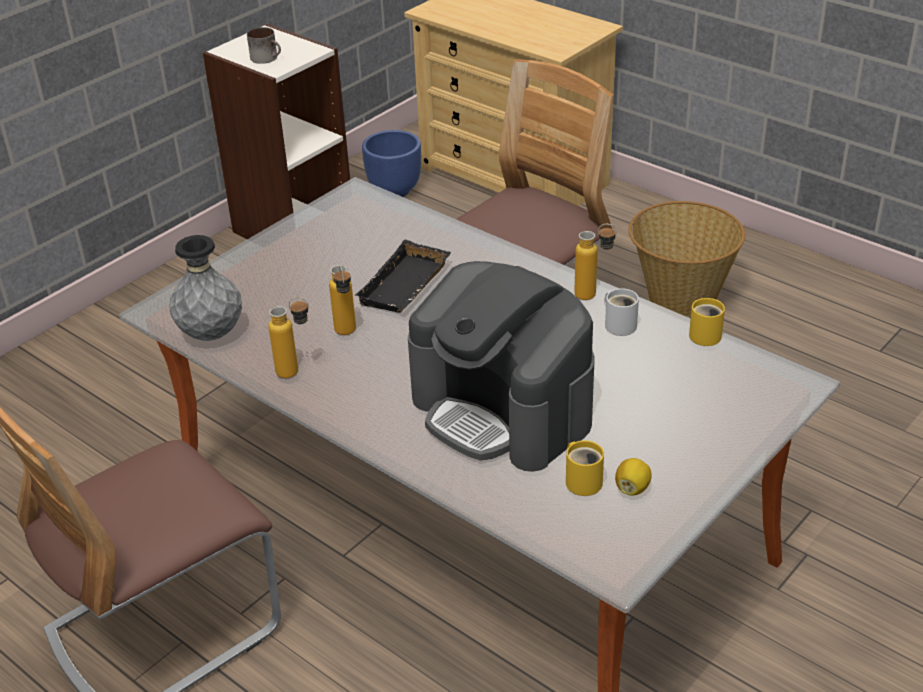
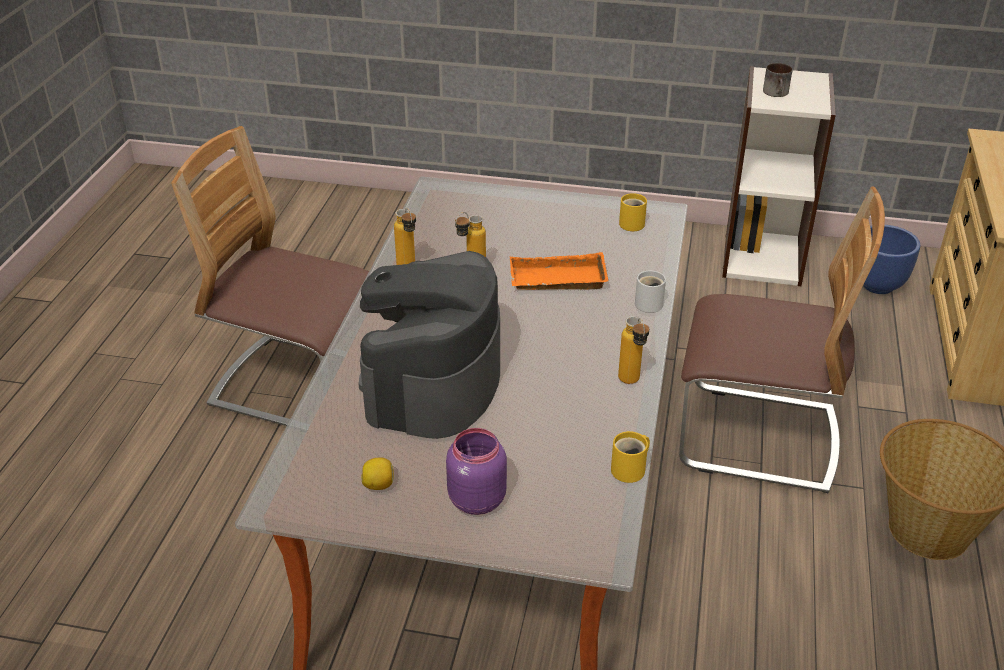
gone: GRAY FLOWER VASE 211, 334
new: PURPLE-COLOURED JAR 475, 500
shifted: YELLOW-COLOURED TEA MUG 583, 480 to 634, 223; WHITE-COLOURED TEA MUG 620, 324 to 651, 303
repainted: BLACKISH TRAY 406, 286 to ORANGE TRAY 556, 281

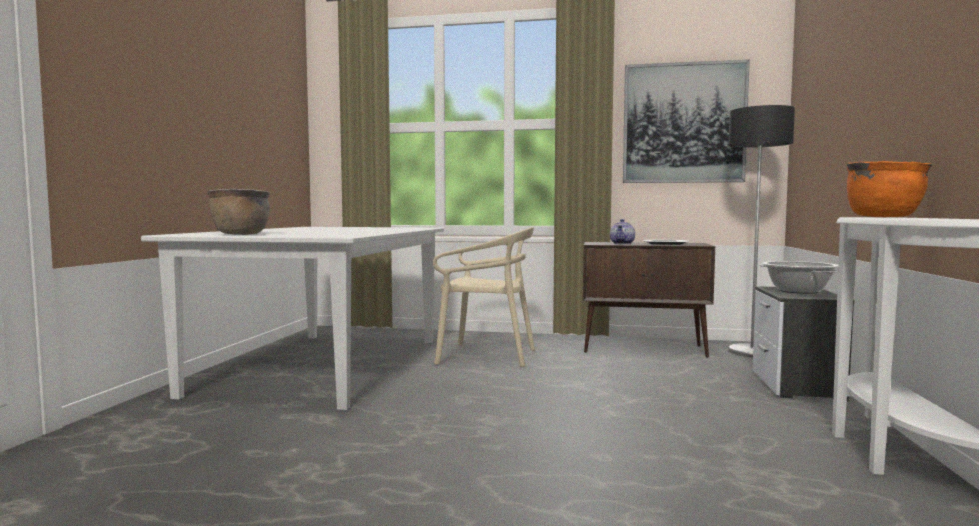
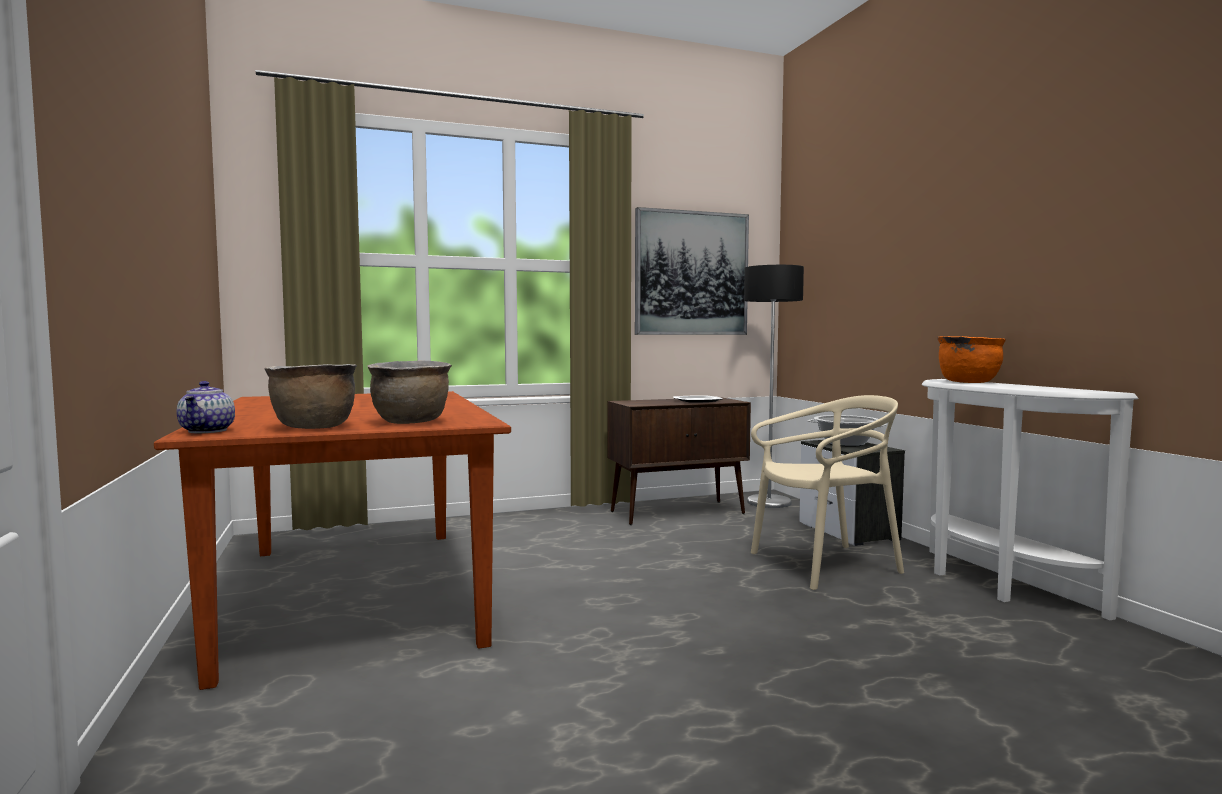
new: BROWN-COLOURED STOCKPOT 411, 422
shifted: TEAPOT 622, 244 to 208, 431; BEIGE-COLOURED CHAIR 486, 356 to 825, 565
repainted: WHITE-COLOURED DINNER TABLE 325, 366 to BROWN-COLOURED DINNER TABLE 357, 592

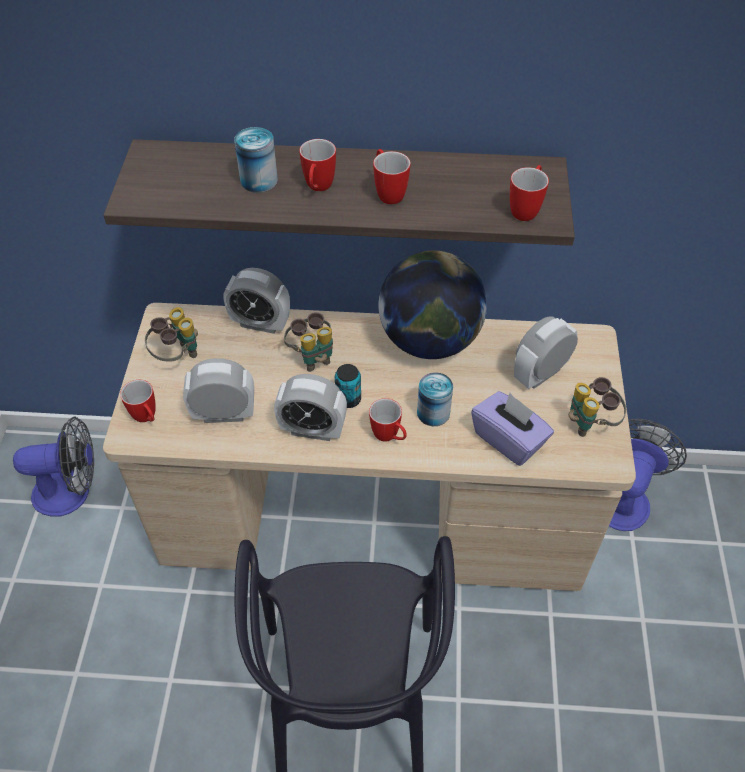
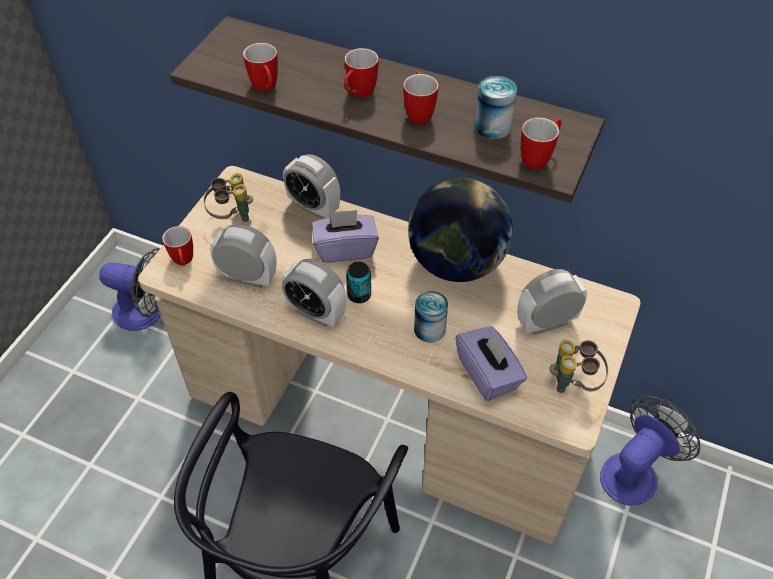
shifted: TEA MUG 389, 437 to 266, 89; SEALED CAN 259, 180 to 492, 127
swapped: BINOCULARS 312, 357 to PURPLE-COLOURED TISSUE BOX 345, 249

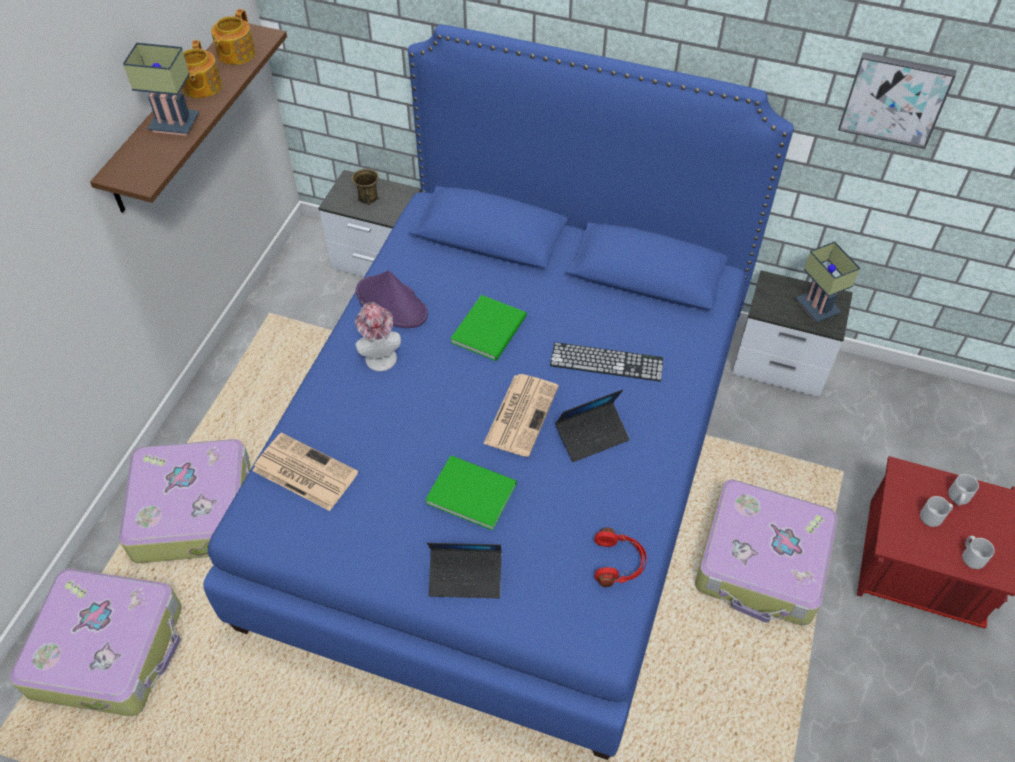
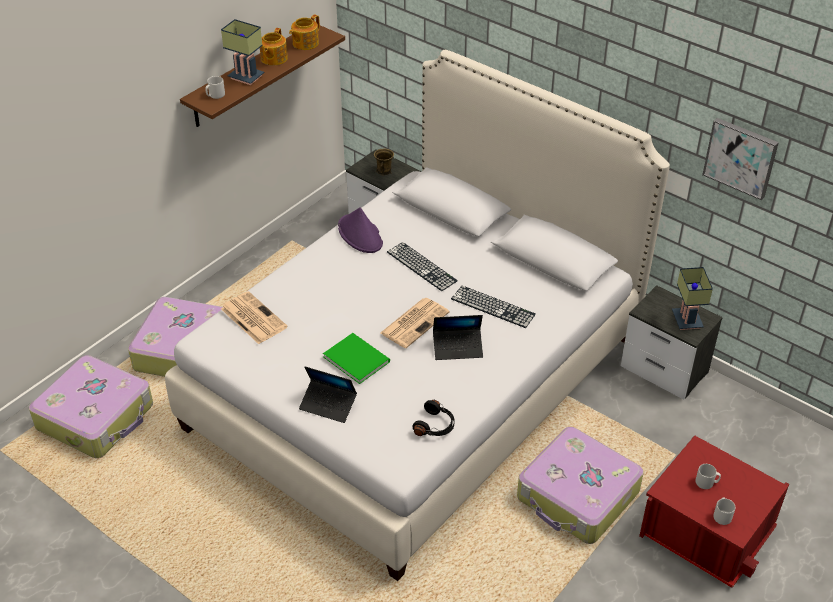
gone: WEARABLE HAT 379, 355
shifted: GRAY TEA MUG 958, 498 to 215, 95
swapped: GREEN-COLOURED VOLUME 491, 328 to PC KEYBOARD 421, 266
repainted: BLUE BEDROOM BED 506, 465 to WHITE-COLOURED BEDROOM BED 416, 381; RED-COLOURED PAIR OF HEADPHONES 619, 563 to BLACKISH PAIR OF HEADPHONES 435, 426

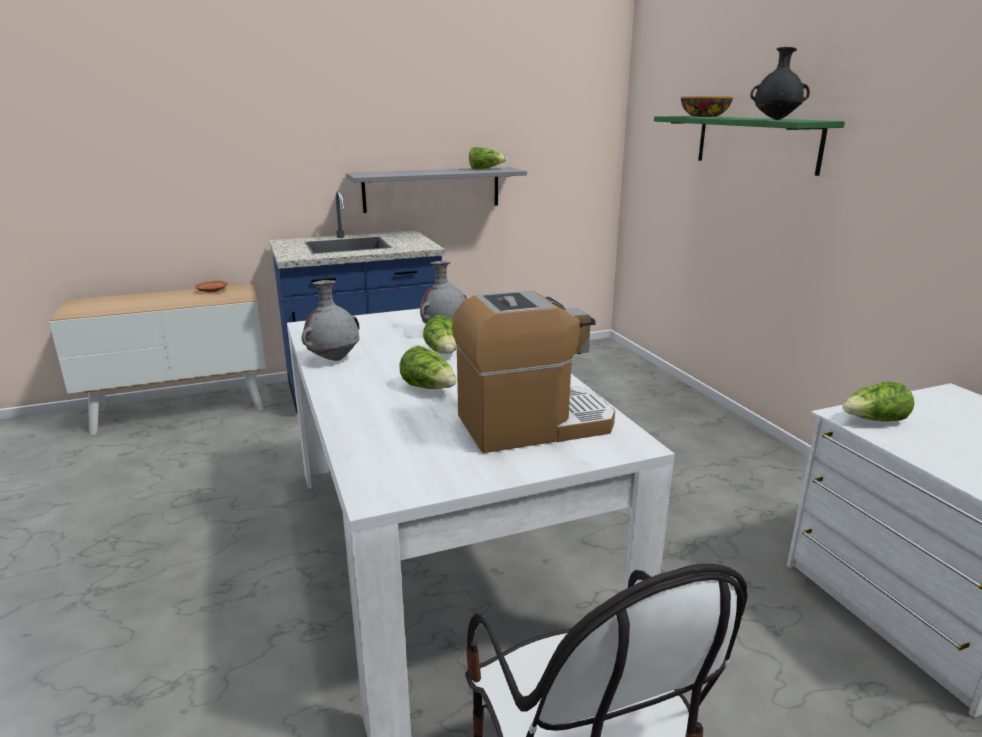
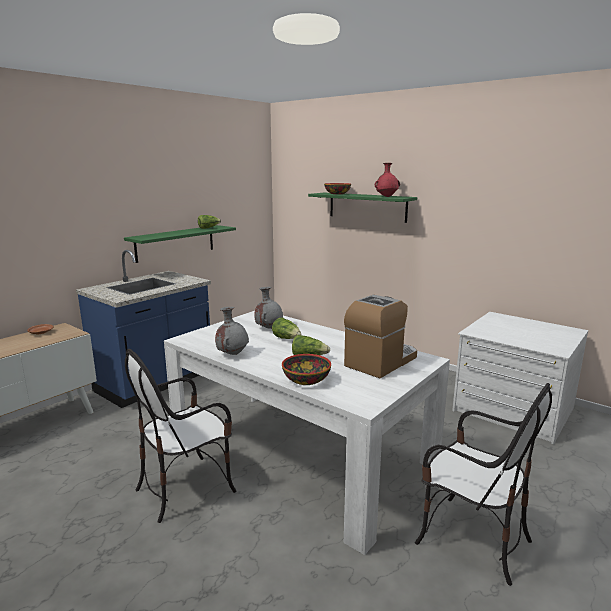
gone: LETTUCE HEAD 874, 421
new: CHAIR 186, 488; DEEP DISH 307, 380
repainted: GRAY BRACKET SHELF 432, 189 to GREEN-COLOURED BRACKET SHELF 175, 243; BLACKISH FLOWER VASE 776, 119 to RED-COLOURED FLOWER VASE 387, 197

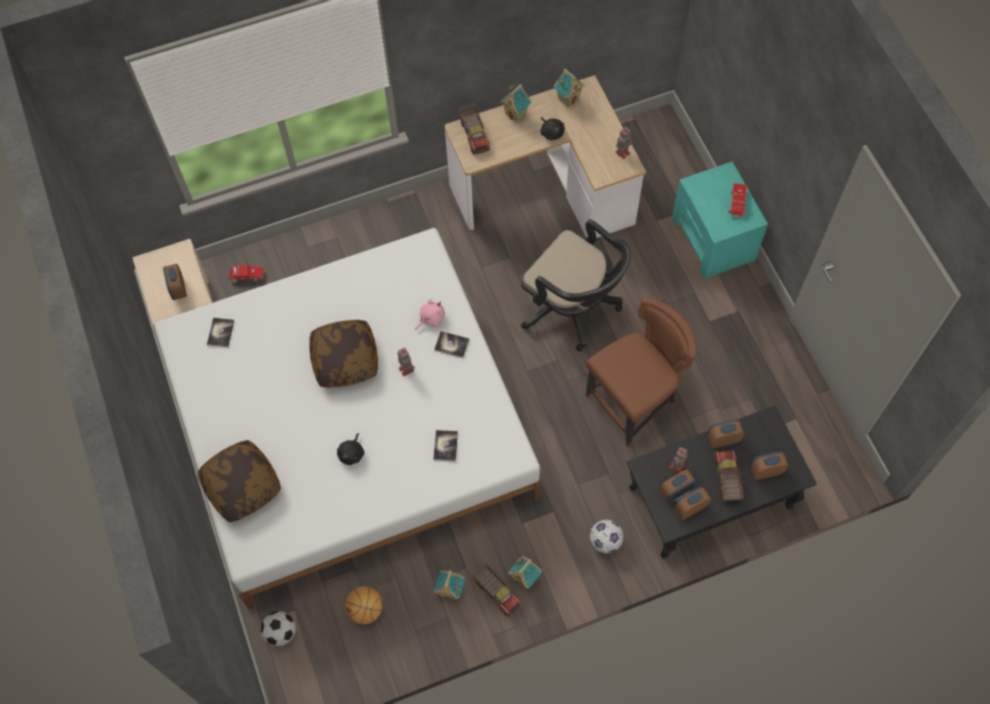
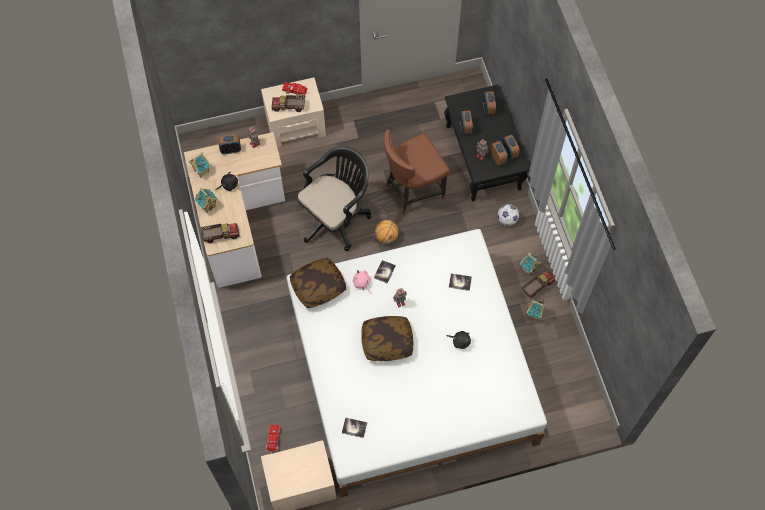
gone: FOOTBALL 281, 632
shifted: ALARM CLOCK 178, 289 to 231, 150; MODEL TRUCK 726, 479 to 289, 107; THROW PILLOW 241, 485 to 318, 286; BASKETBALL 365, 610 to 386, 237
repainted: TURQUOISE NIGHT TABLE 713, 239 to BEIGE-COLOURED NIGHT TABLE 296, 125
rotated: BROWN-COLOURED CHAIR 634, 403 = 412, 190 90 degrees counterclockwise

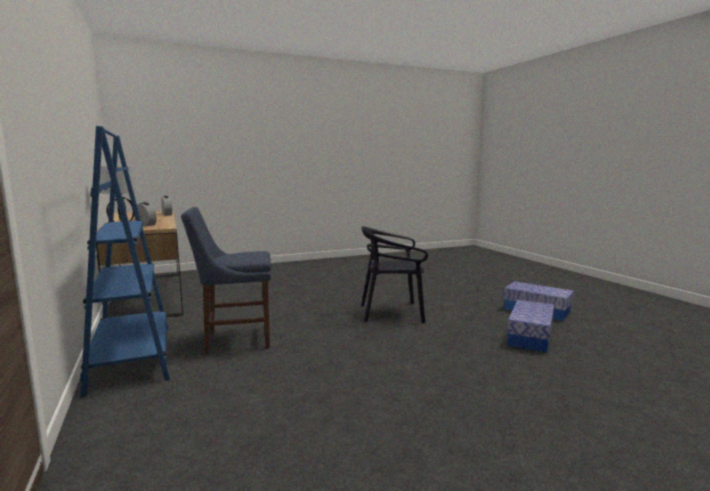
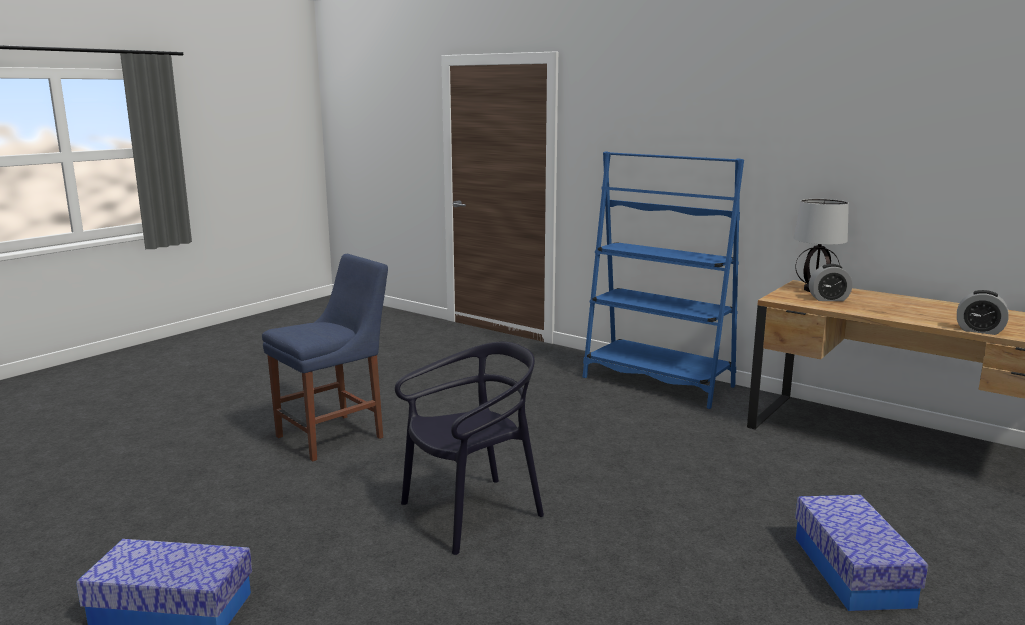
shifted: BLUE CHAIR 234, 340 to 335, 435; STORAGE BIN 530, 336 to 851, 571

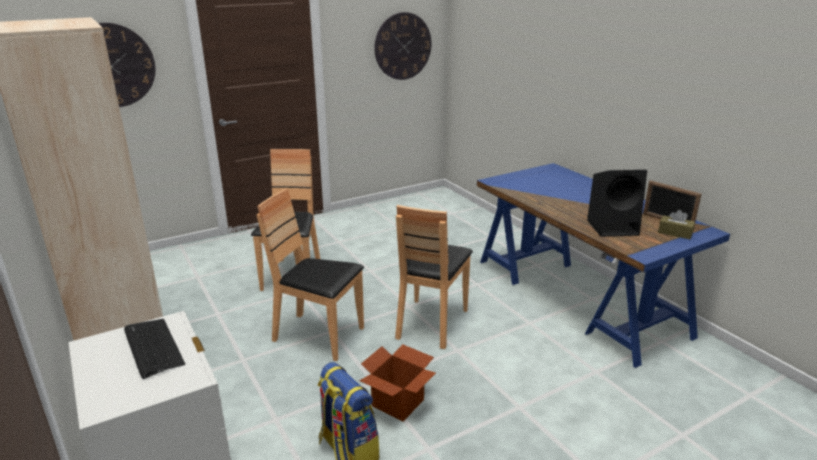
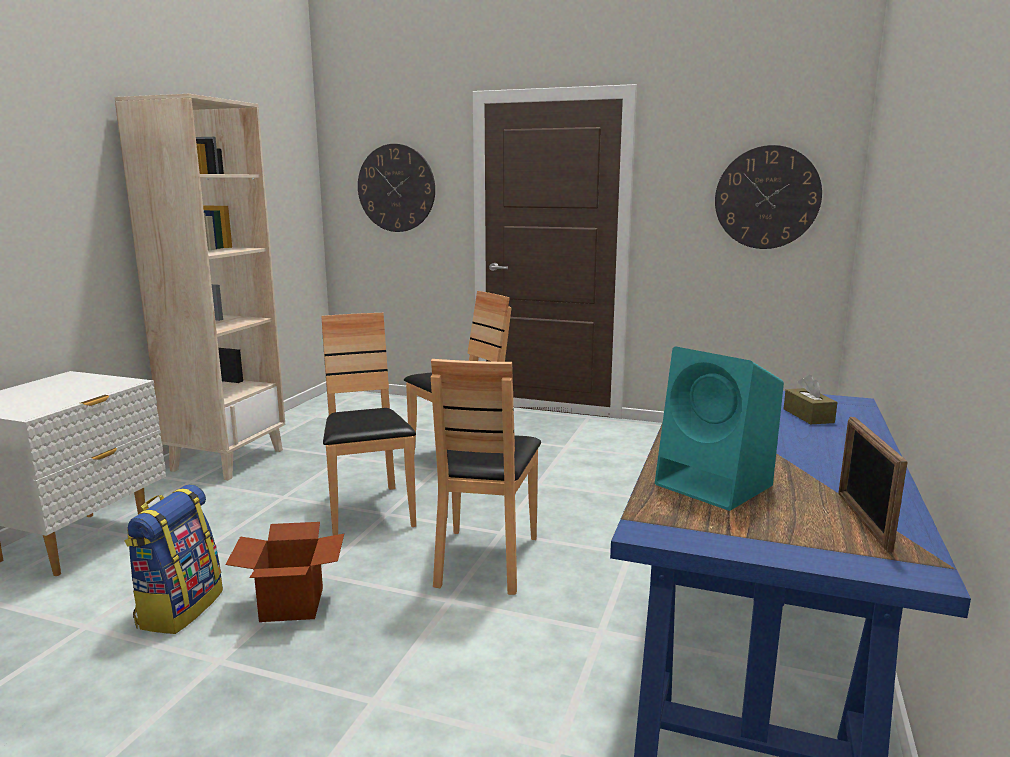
gone: PC KEYBOARD 152, 347
shifted: BROWN-COLOURED TISSUE BOX 675, 233 to 808, 416
repainted: BLACKISH AUDIO SPEAKER 613, 227 to TURQUOISE AUDIO SPEAKER 716, 486
rotated: BROWN-COLOURED CHAIR 431, 323 = 485, 560 60 degrees counterclockwise

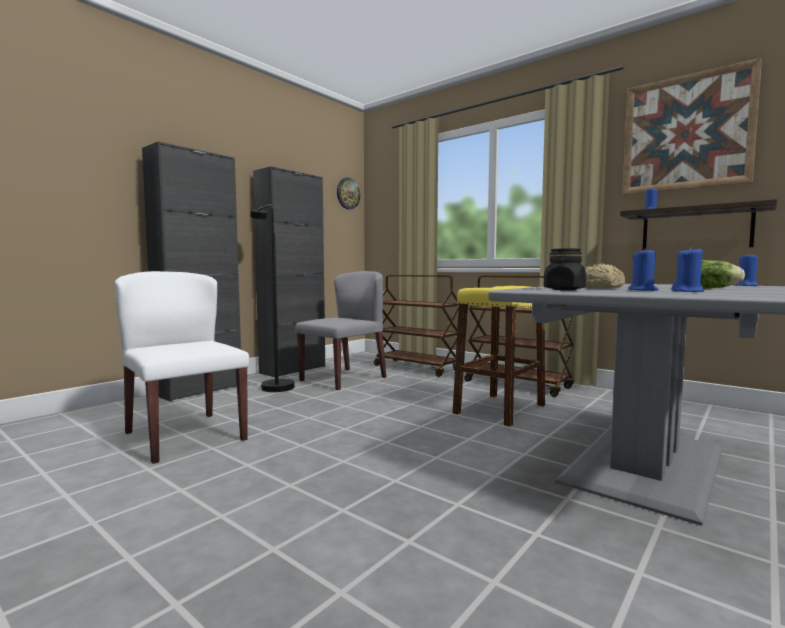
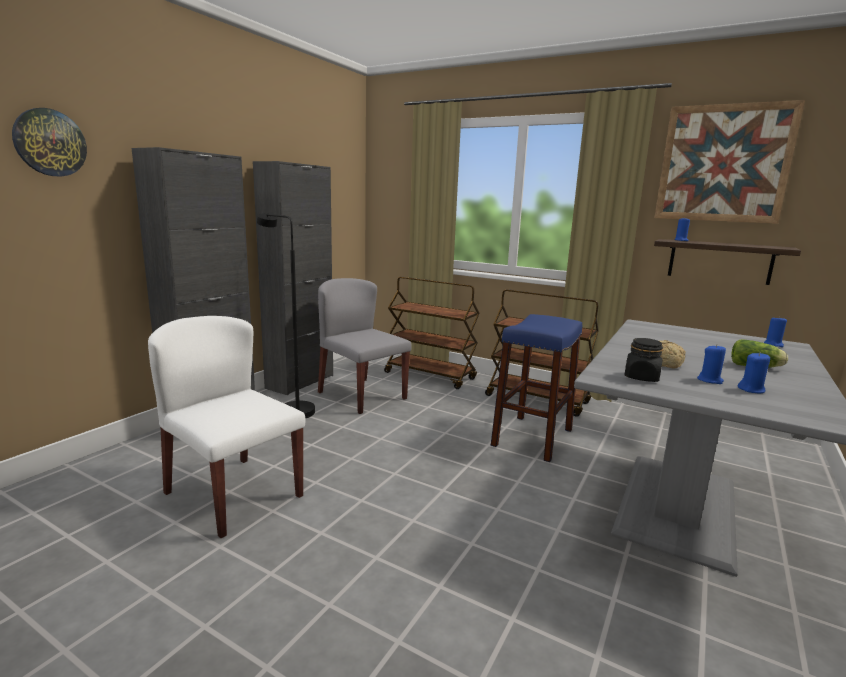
shifted: CLOCK ON THE WALL 347, 193 to 50, 142
repainted: YELLOW-COLOURED STOOL 500, 409 to BLUE STOOL 532, 437
rotated: GRAY CHAIR 343, 378 = 361, 395 75 degrees counterclockwise

